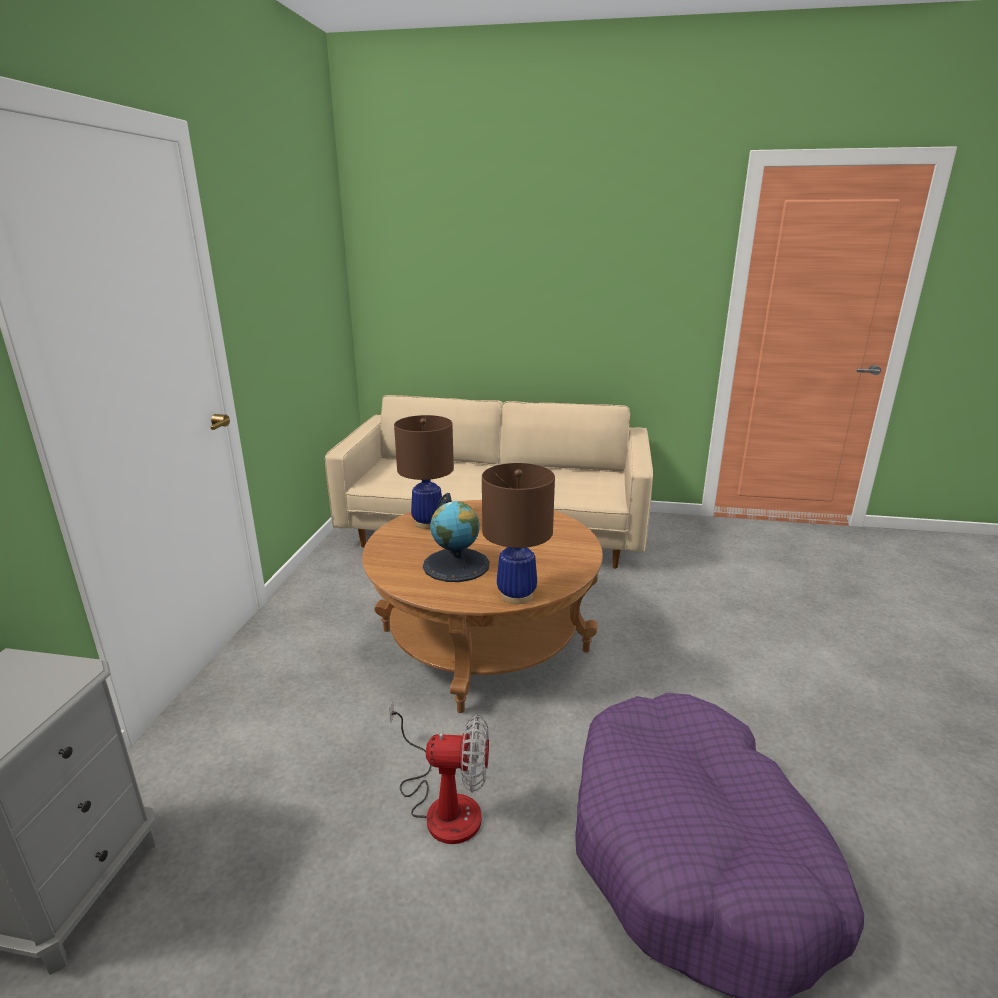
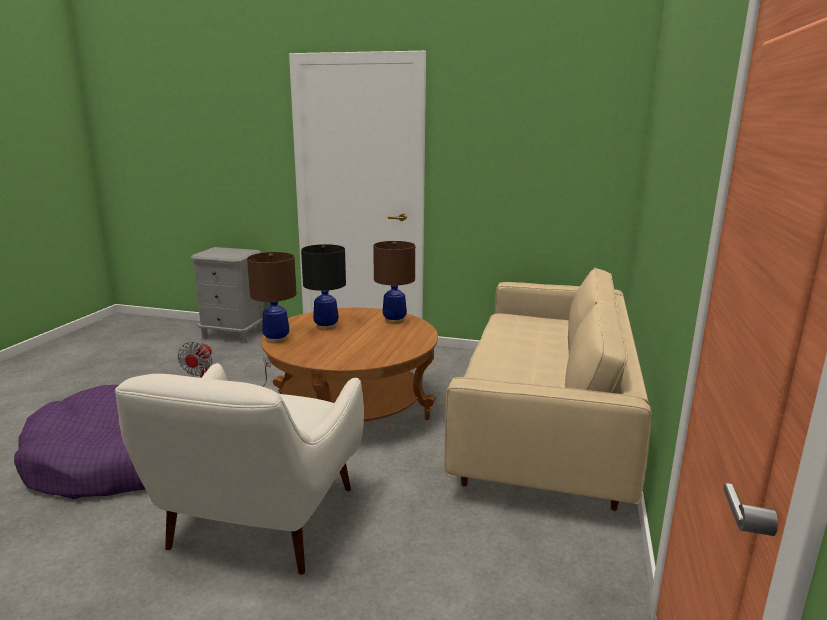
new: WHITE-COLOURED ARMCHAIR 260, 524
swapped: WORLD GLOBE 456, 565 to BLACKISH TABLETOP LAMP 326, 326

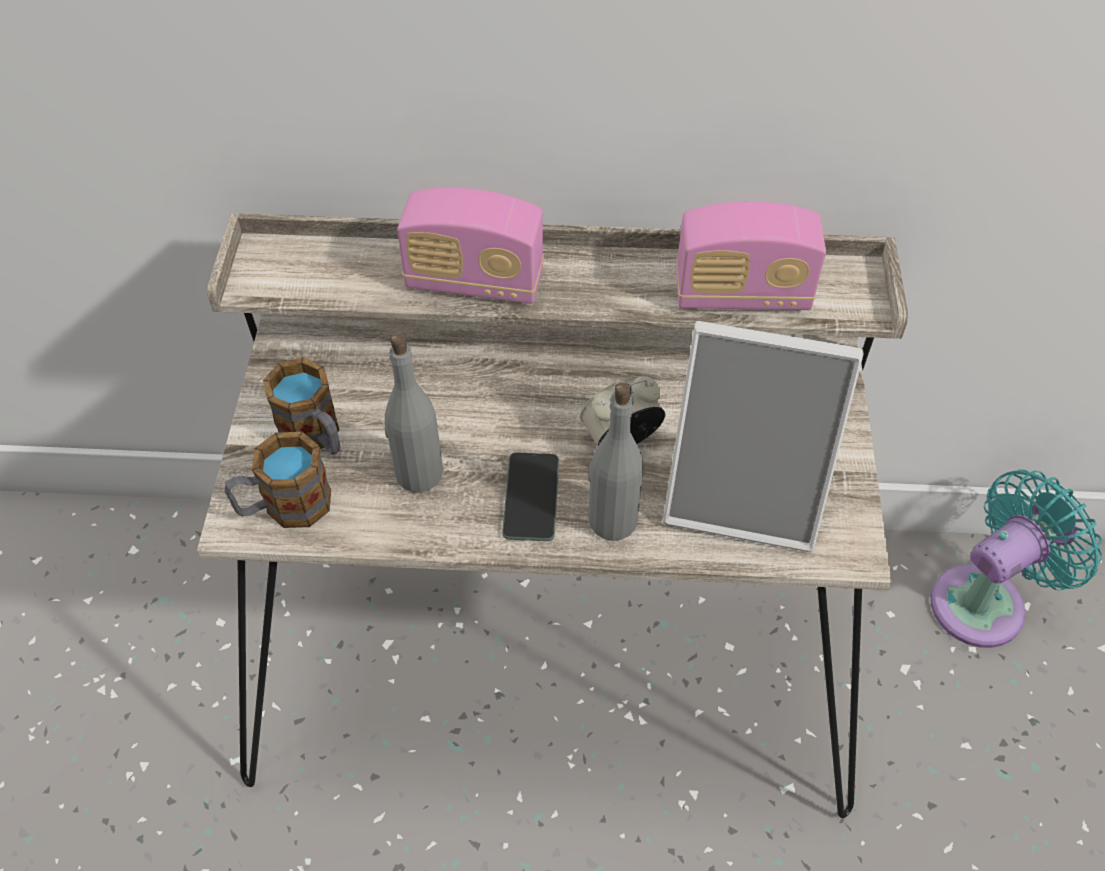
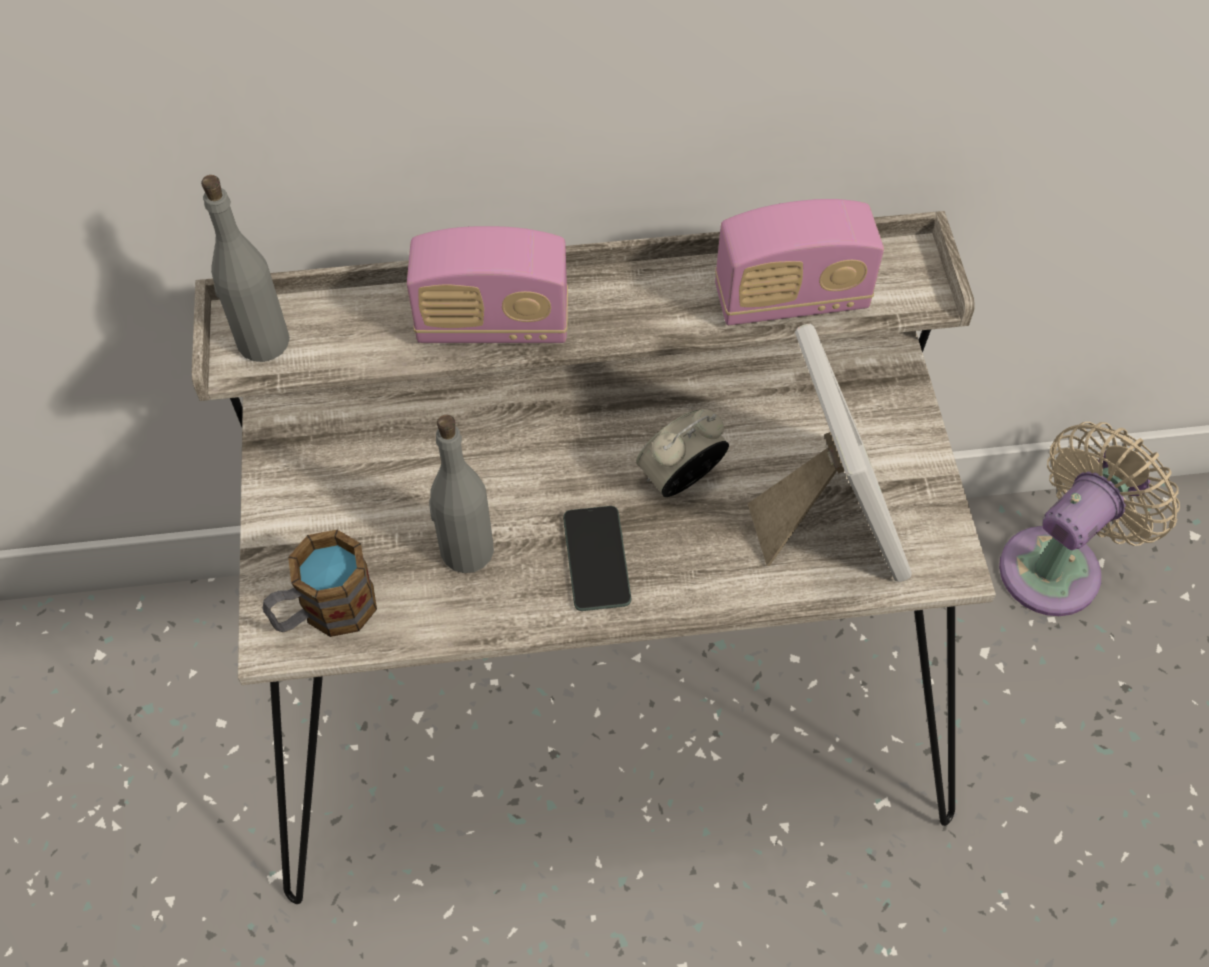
gone: TEA MUG 316, 436
shifted: GRAY DRINK BOTTLE 612, 520 to 262, 341
repainted: TURQUOISE FAN 985, 601 to BEIGE-COLOURED FAN 1057, 564
rotated: PHOTO FRAME 745, 495 = 826, 521 105 degrees counterclockwise

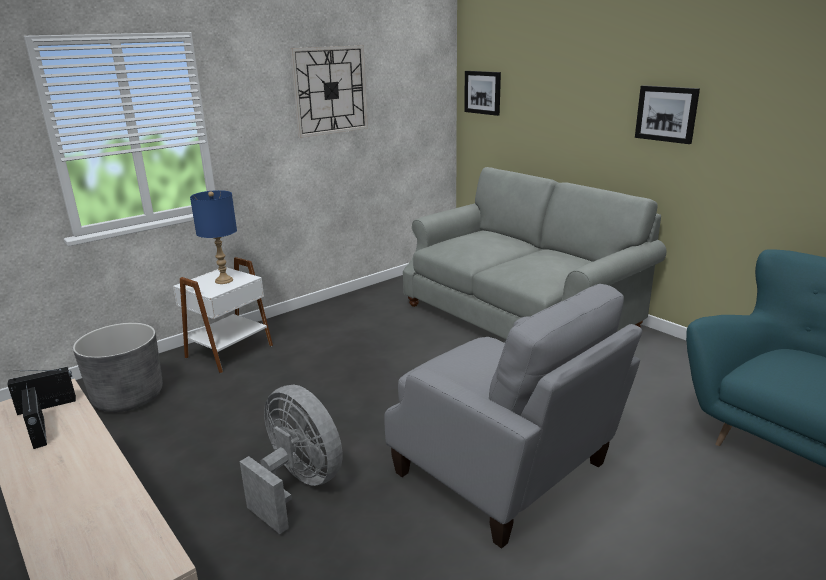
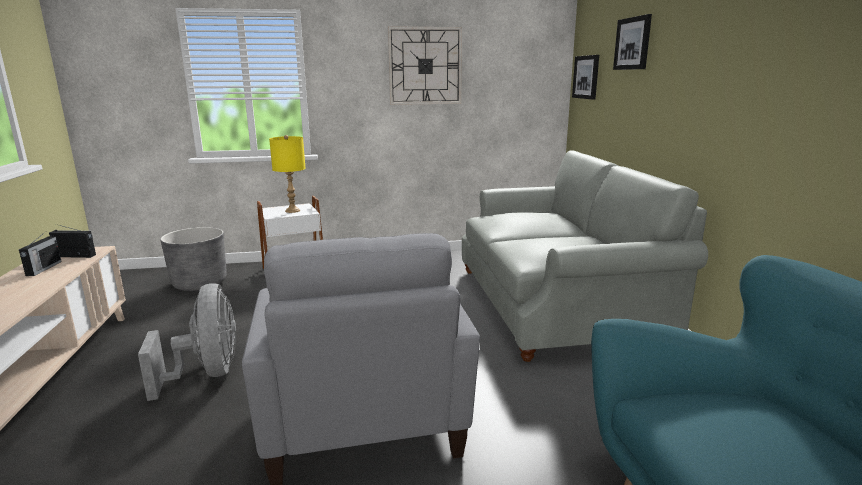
shifted: WALL ART 666, 114 to 633, 43
repainted: BLUE TABLETOP LAMP 224, 280 to YELLOW-COLOURED TABLETOP LAMP 292, 211

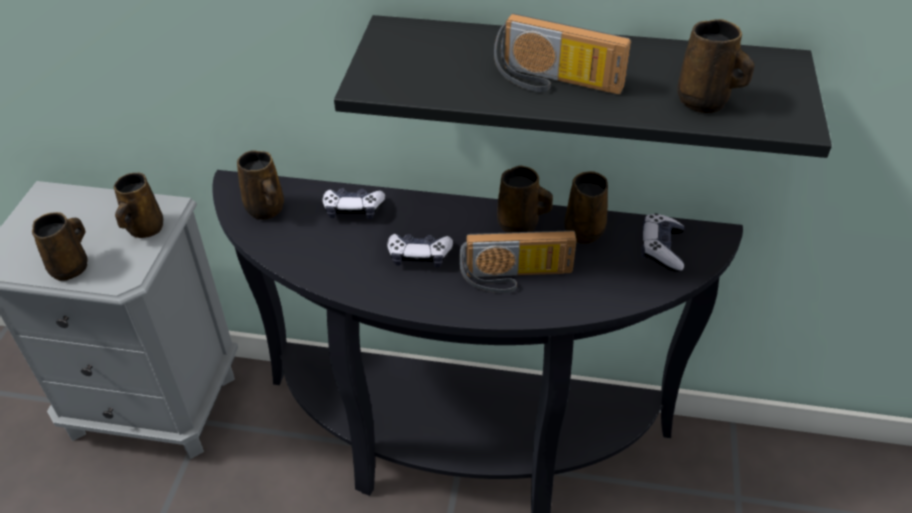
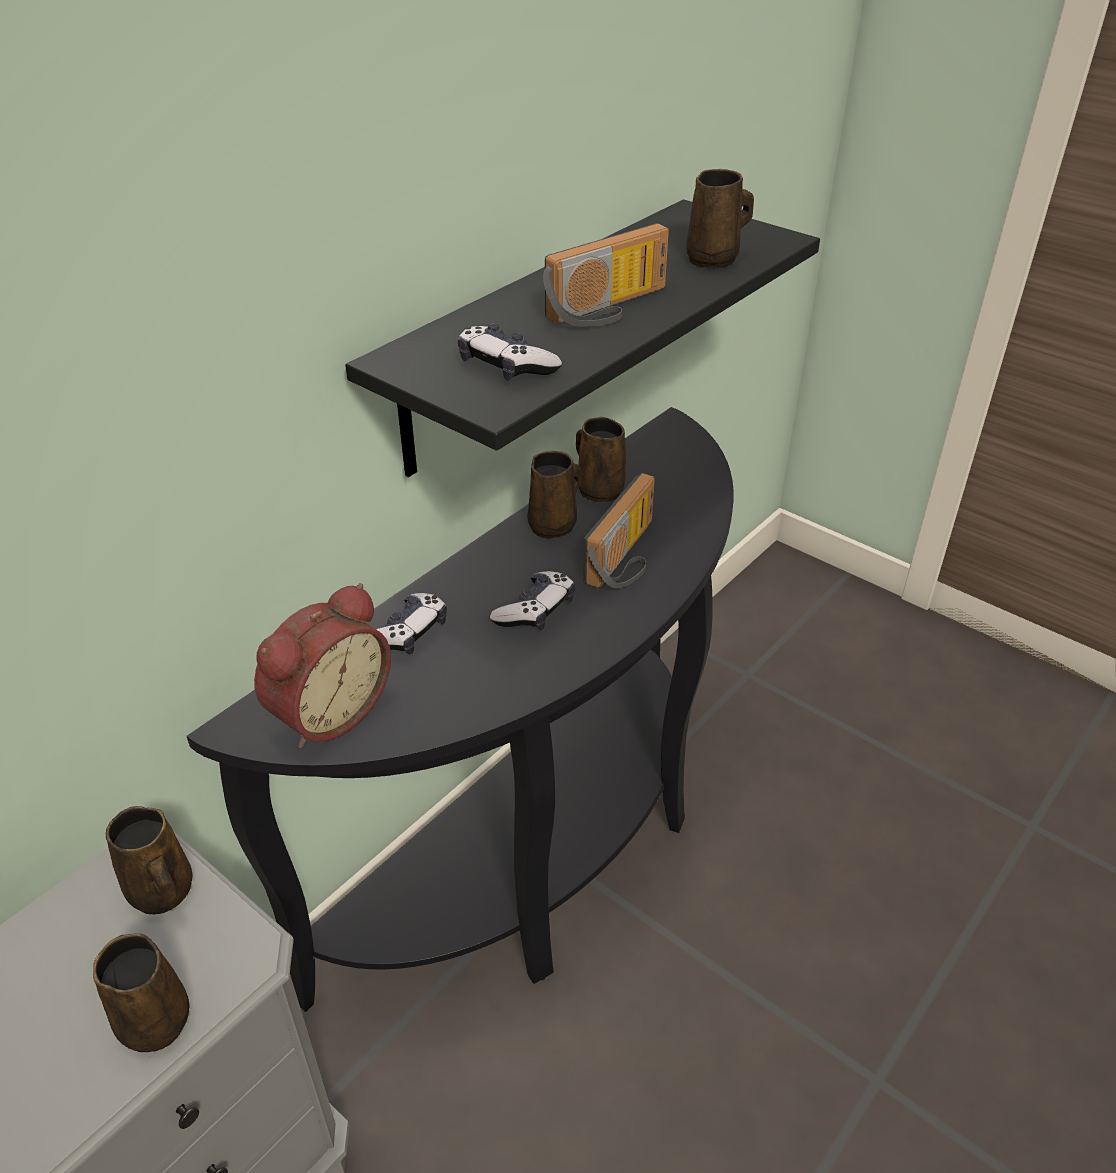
shifted: GAMEPAD 661, 249 to 506, 367
swapped: BROWN-COLOURED TEA MUG 266, 210 to ALARM CLOCK 327, 711

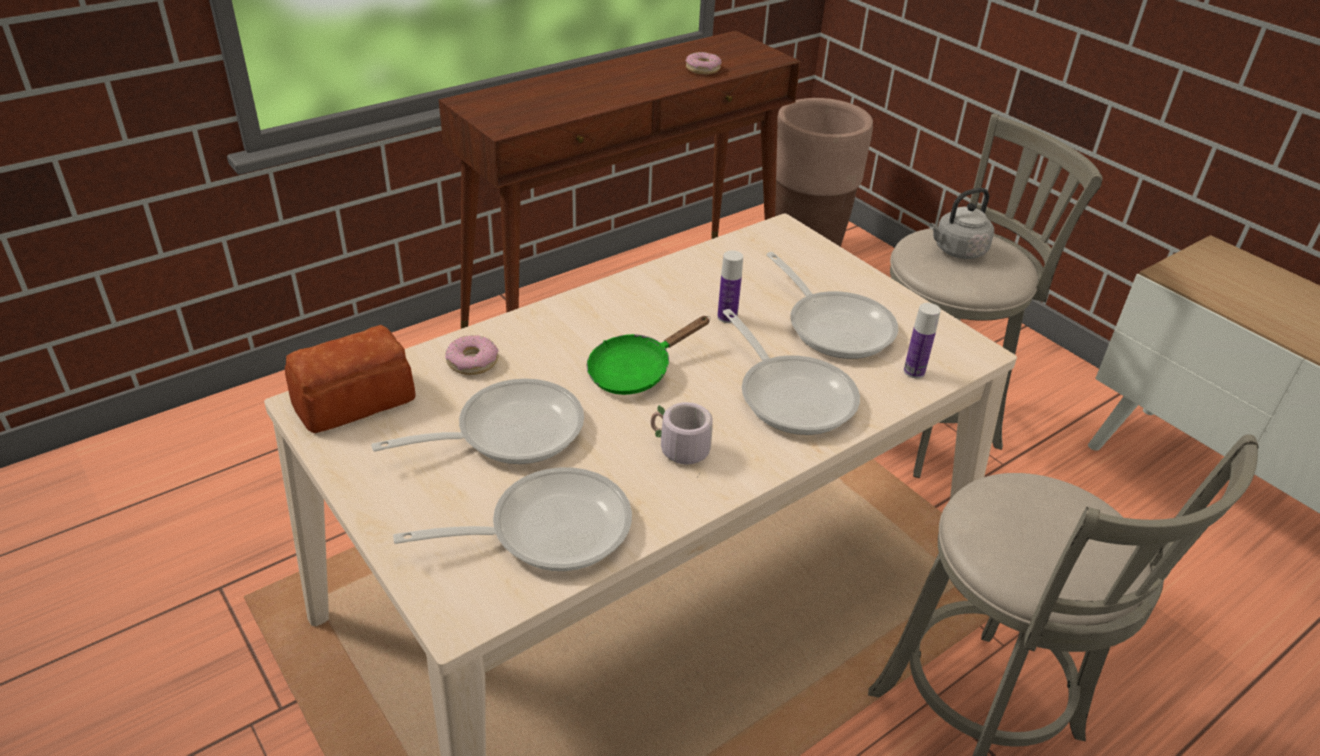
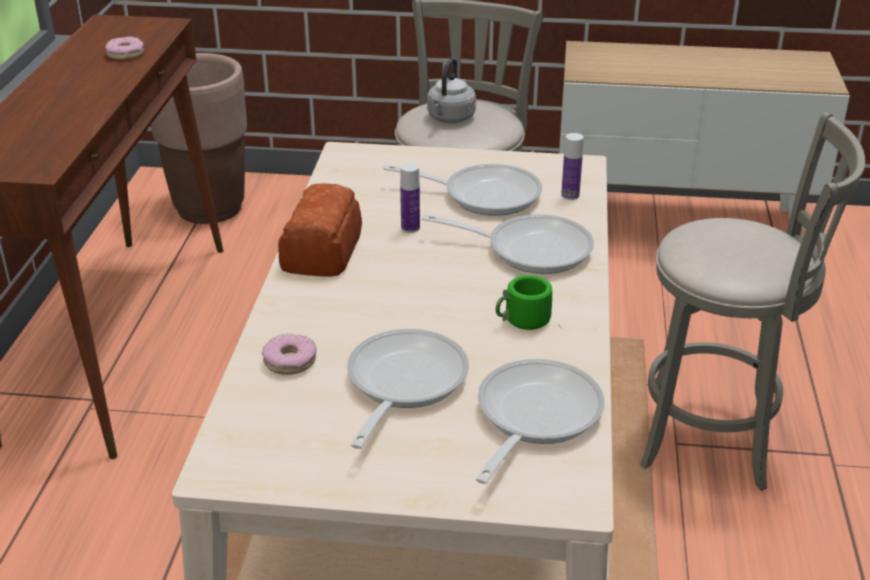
gone: GREEN-COLOURED FRYING PAN 636, 371
shifted: BAKERY BREAD 357, 399 to 324, 250
repainted: GRAY TEA MUG 678, 450 to GREEN-COLOURED TEA MUG 524, 322

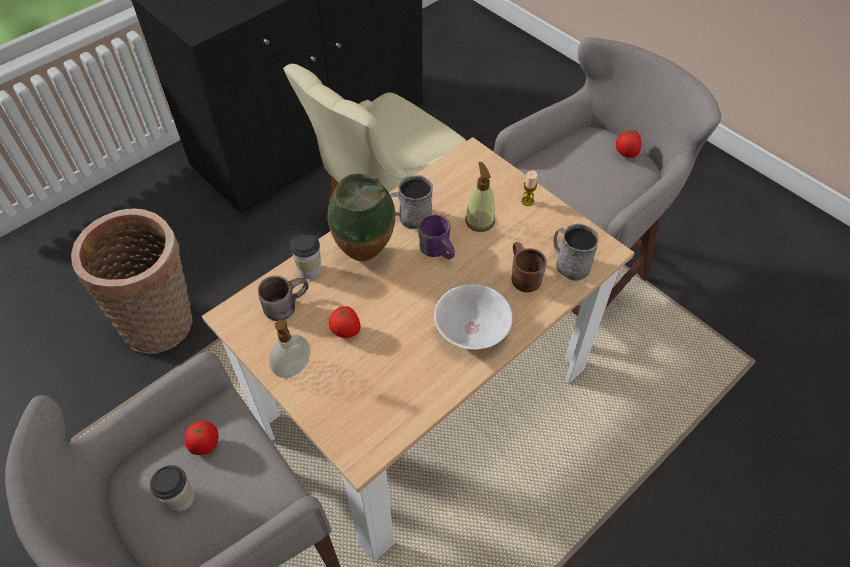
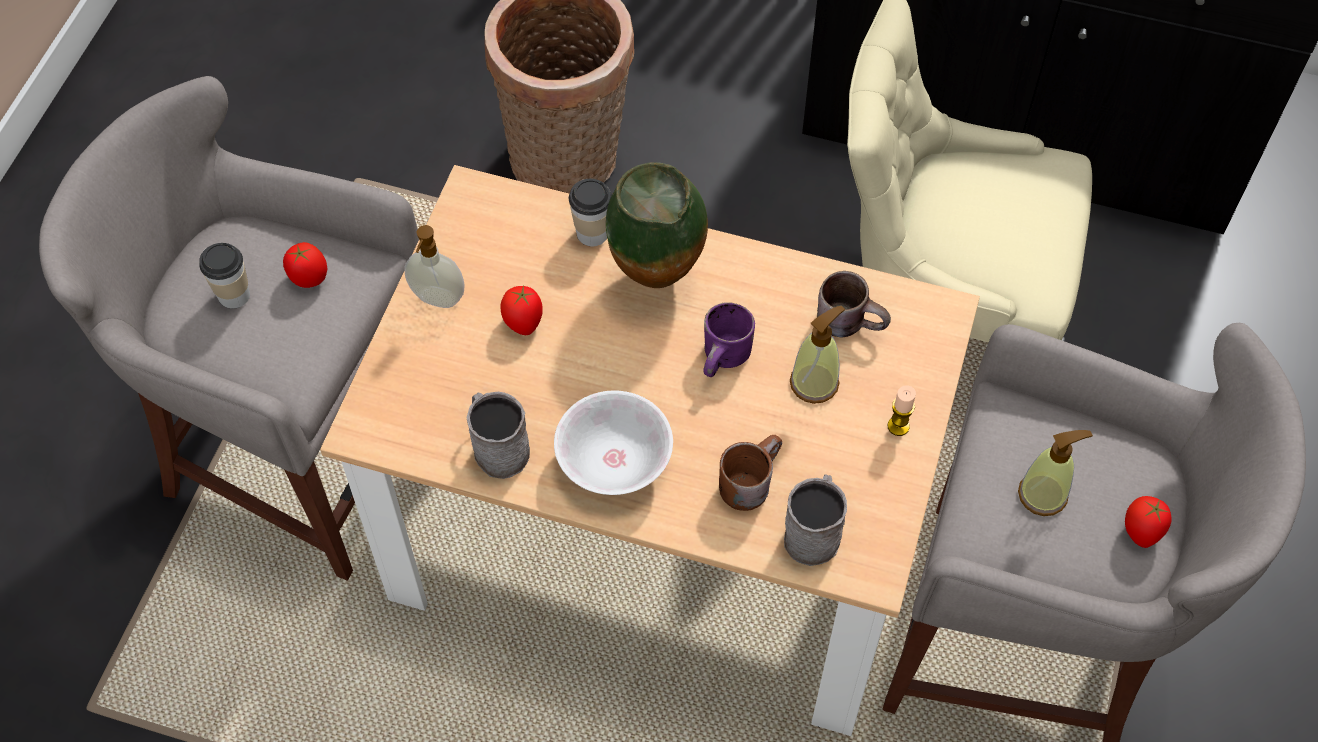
new: SOAP BOTTLE 1043, 494
shifted: GRAY TEA MUG 410, 218 to 497, 447; BROWN-COLOURED TEA MUG 285, 303 to 851, 320

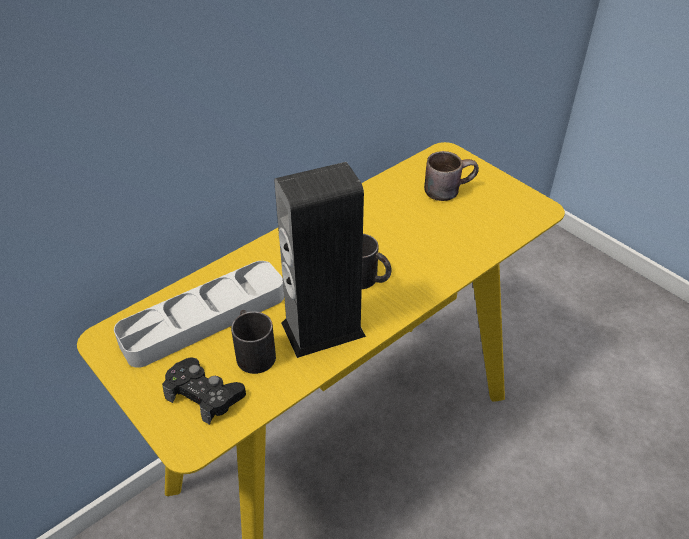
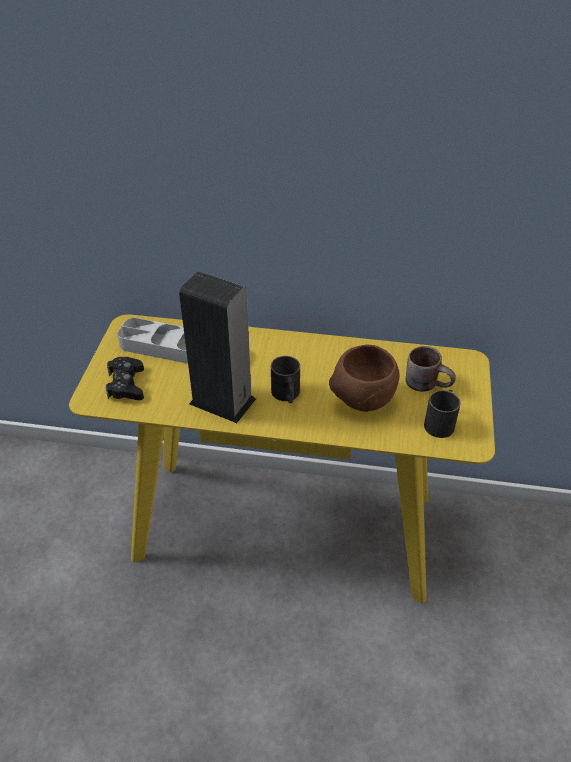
new: BROWN-COLOURED DEEP DISH 362, 401
shifted: BLACKISH TEA MUG 253, 351 to 441, 422

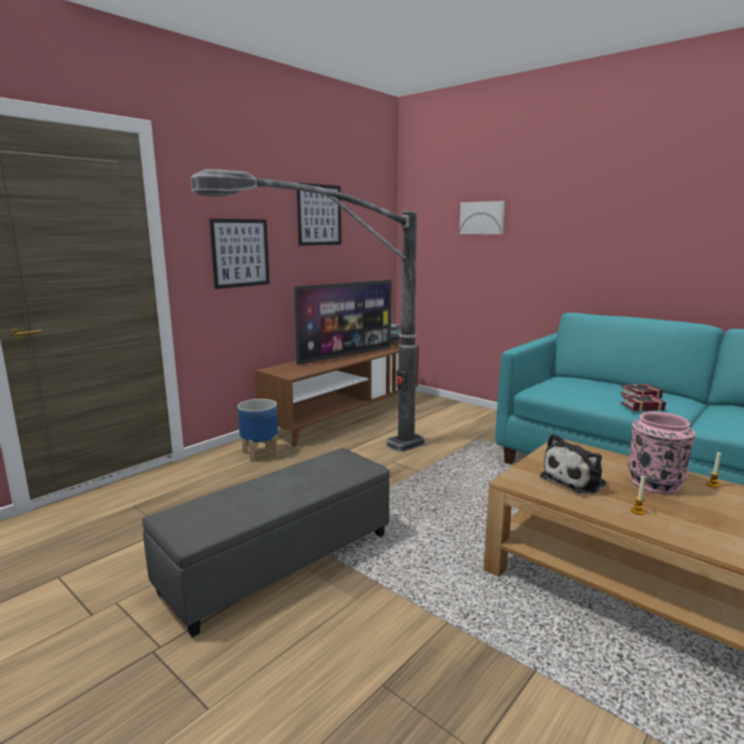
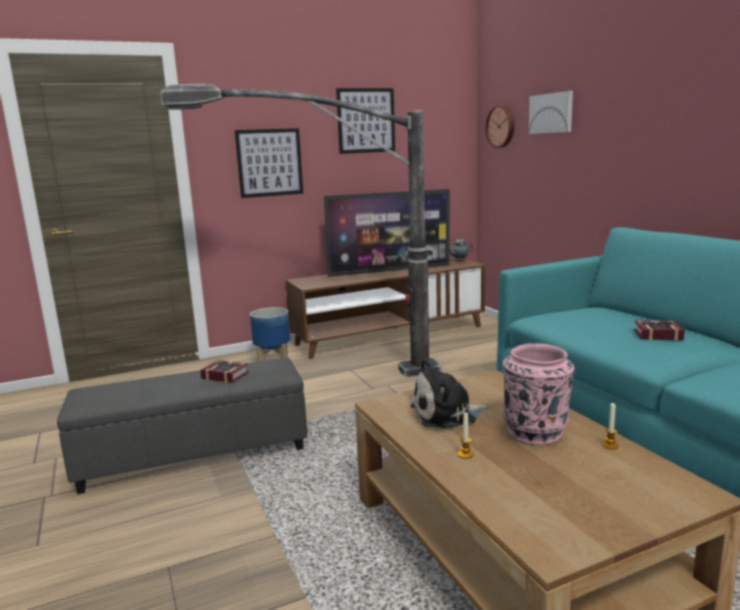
new: CLOCK ON THE WALL 501, 126
shifted: VOLUME 640, 406 to 224, 375

